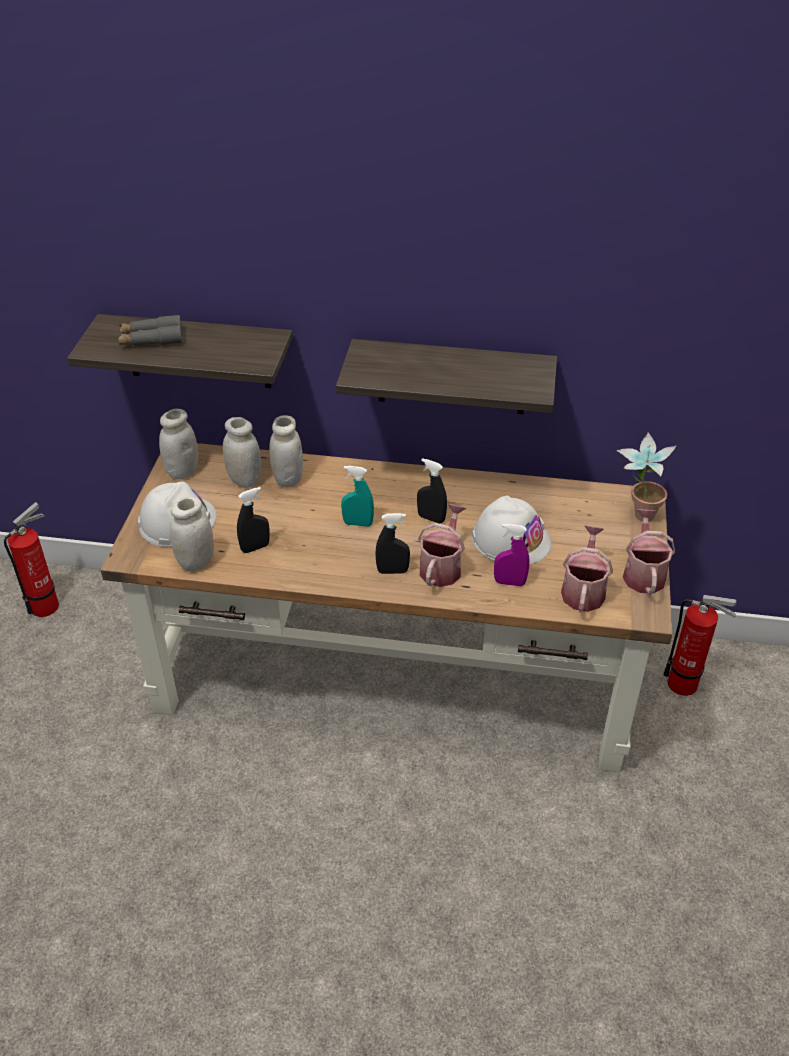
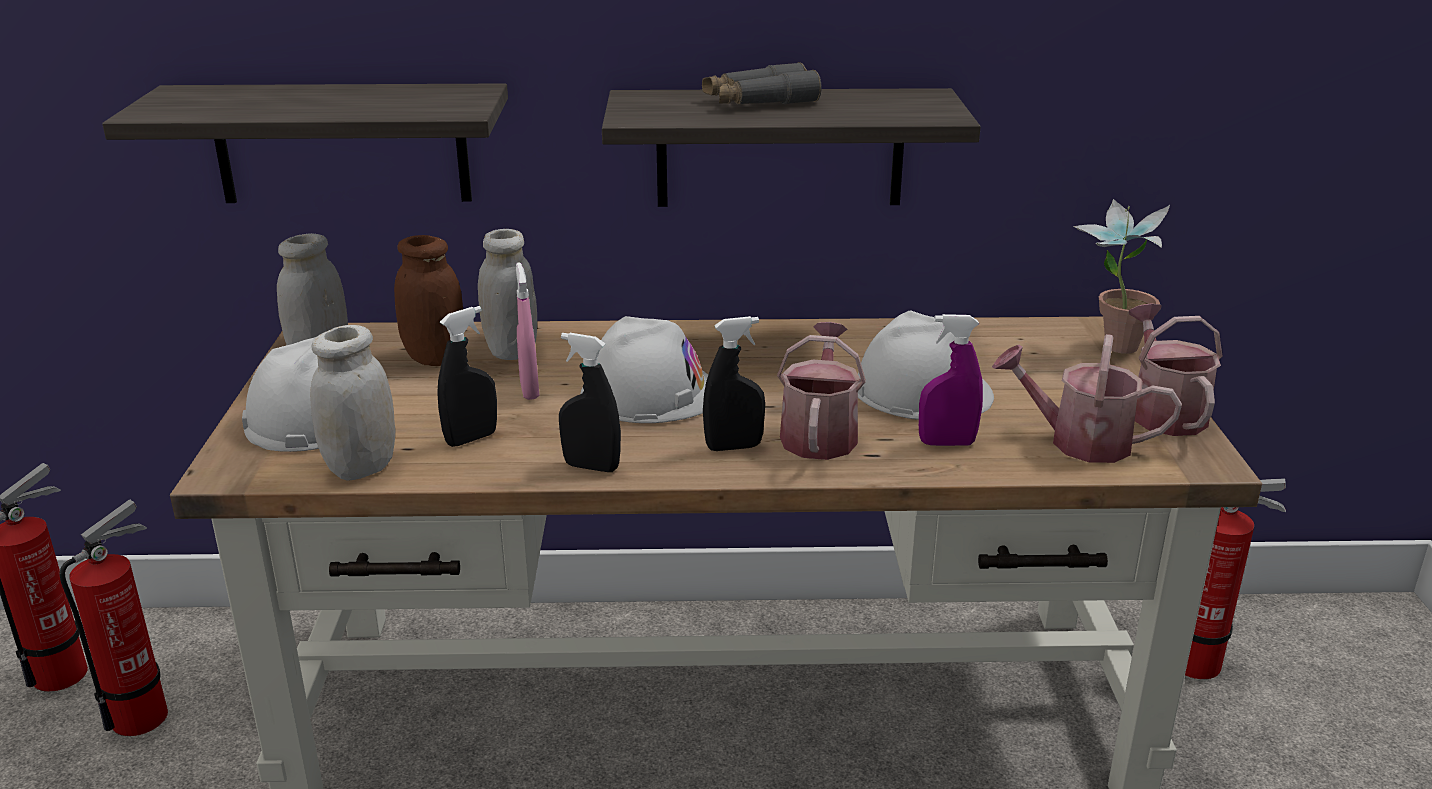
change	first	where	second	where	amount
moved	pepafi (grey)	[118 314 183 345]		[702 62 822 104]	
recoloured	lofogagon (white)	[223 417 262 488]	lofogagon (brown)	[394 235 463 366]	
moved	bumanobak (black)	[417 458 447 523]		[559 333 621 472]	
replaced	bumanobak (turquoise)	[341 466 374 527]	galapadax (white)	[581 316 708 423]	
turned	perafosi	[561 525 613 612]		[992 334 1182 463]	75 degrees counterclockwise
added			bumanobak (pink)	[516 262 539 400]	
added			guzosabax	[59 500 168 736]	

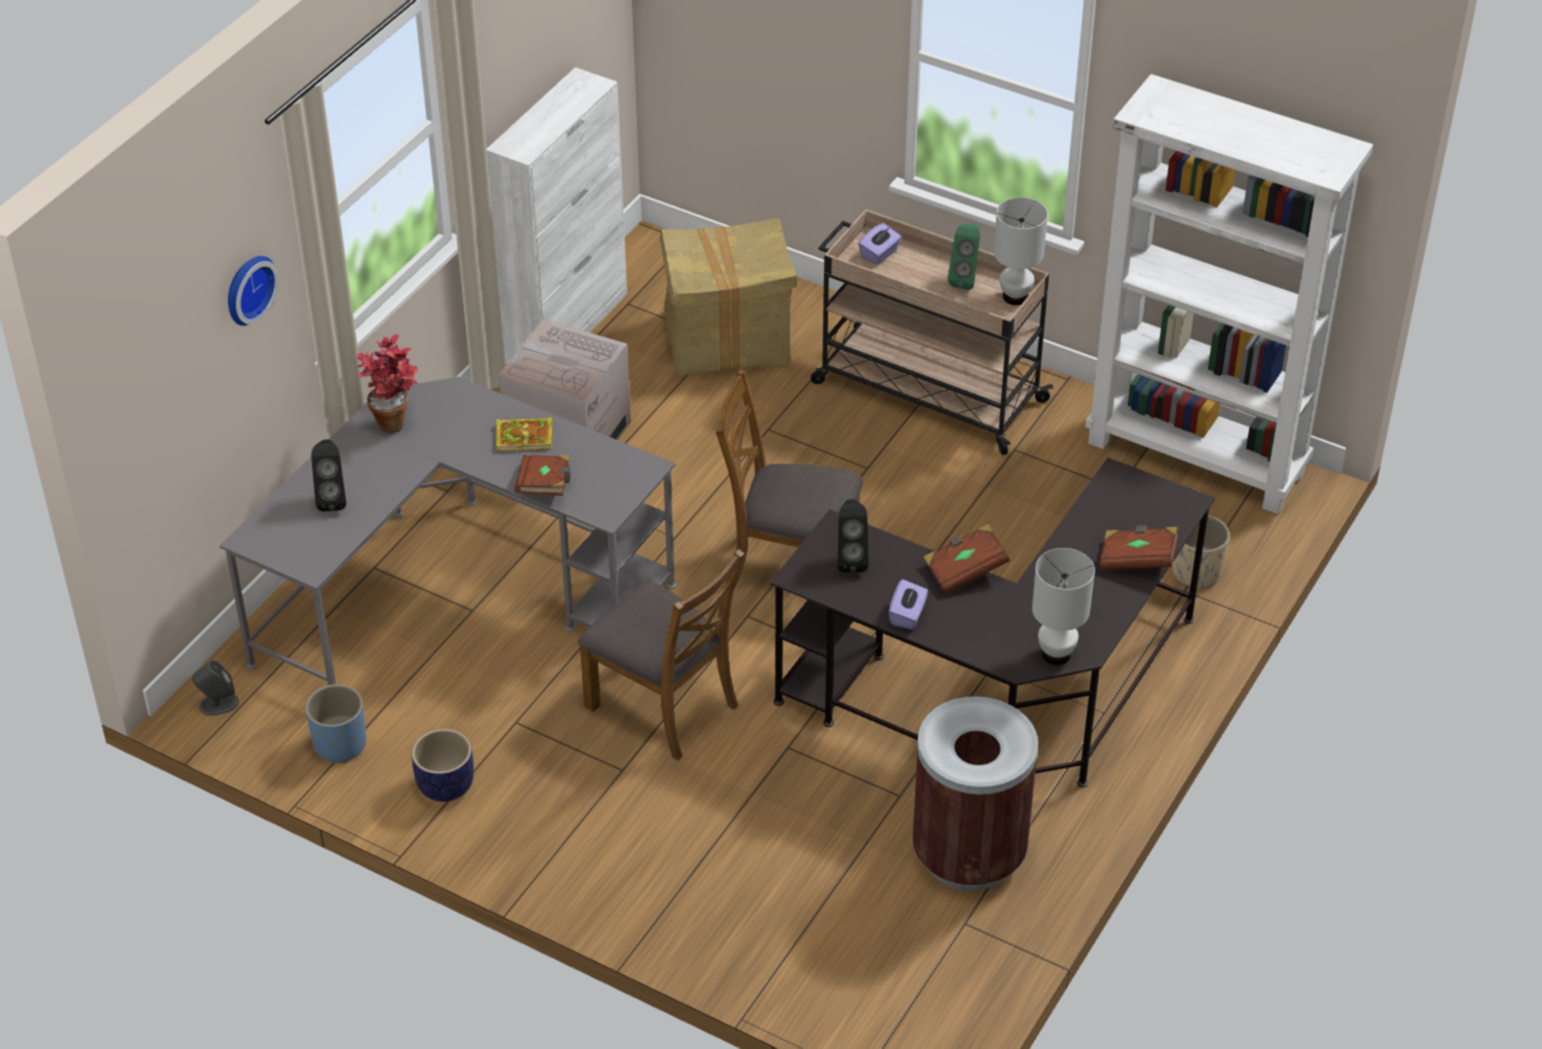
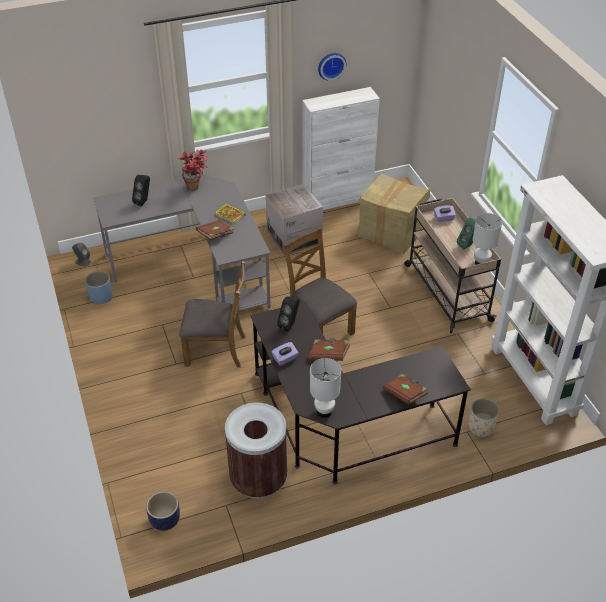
change	first	where	second	where	amount
moved	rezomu	[228 256 279 326]		[318 53 346 81]	
turned	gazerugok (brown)	[578 549 744 761]		[179 261 245 368]	75 degrees counterclockwise
moved	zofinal	[411 729 474 802]		[146 491 180 531]	

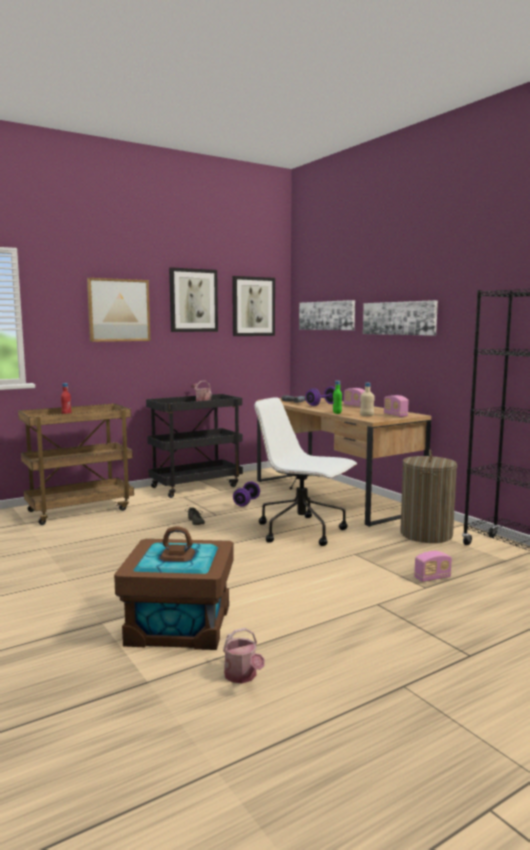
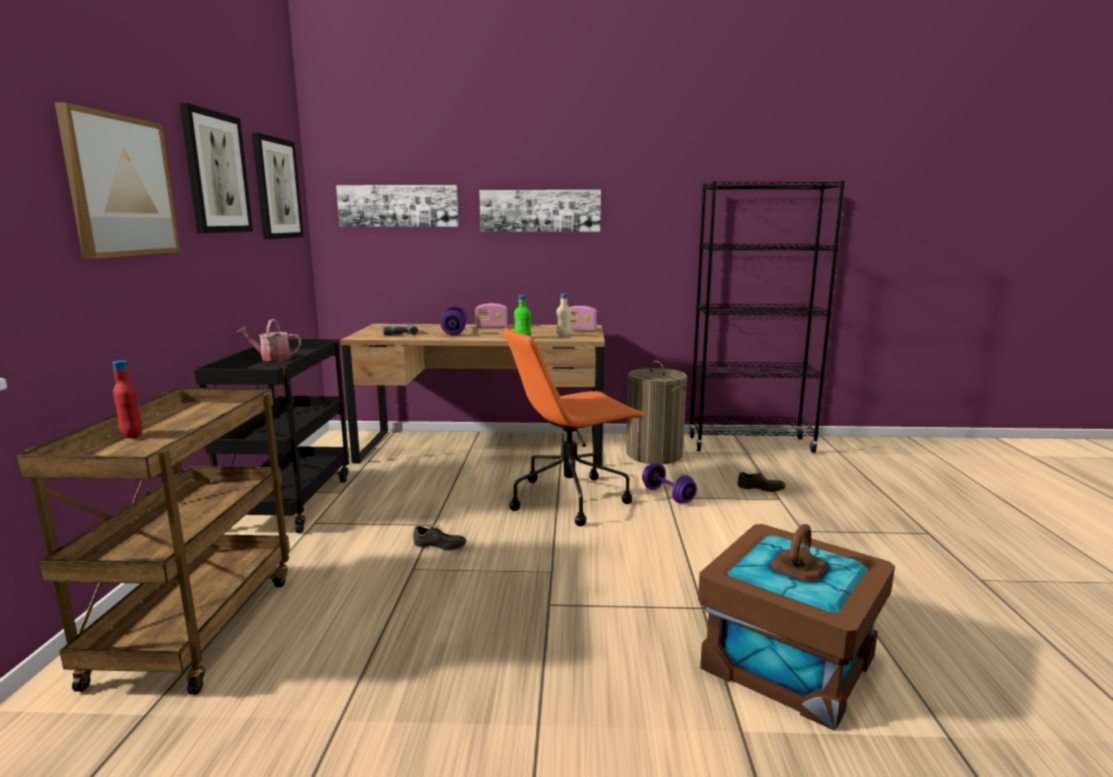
change	first	where	second	where	amount
recoloured	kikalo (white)	[254 397 357 546]	kikalo (orange)	[503 327 646 526]	
moved	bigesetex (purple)	[233 481 260 507]		[642 463 697 504]	
replaced	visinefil	[414 551 452 582]	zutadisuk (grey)	[738 471 786 492]	
removed	perafosi	[223 628 265 683]			

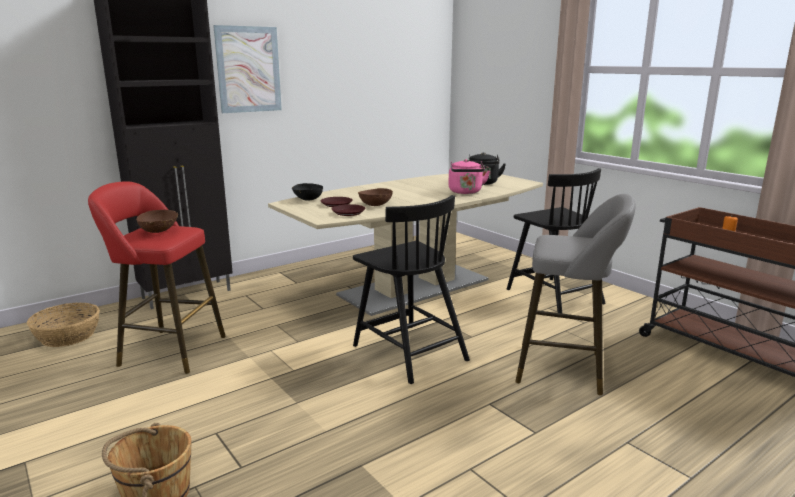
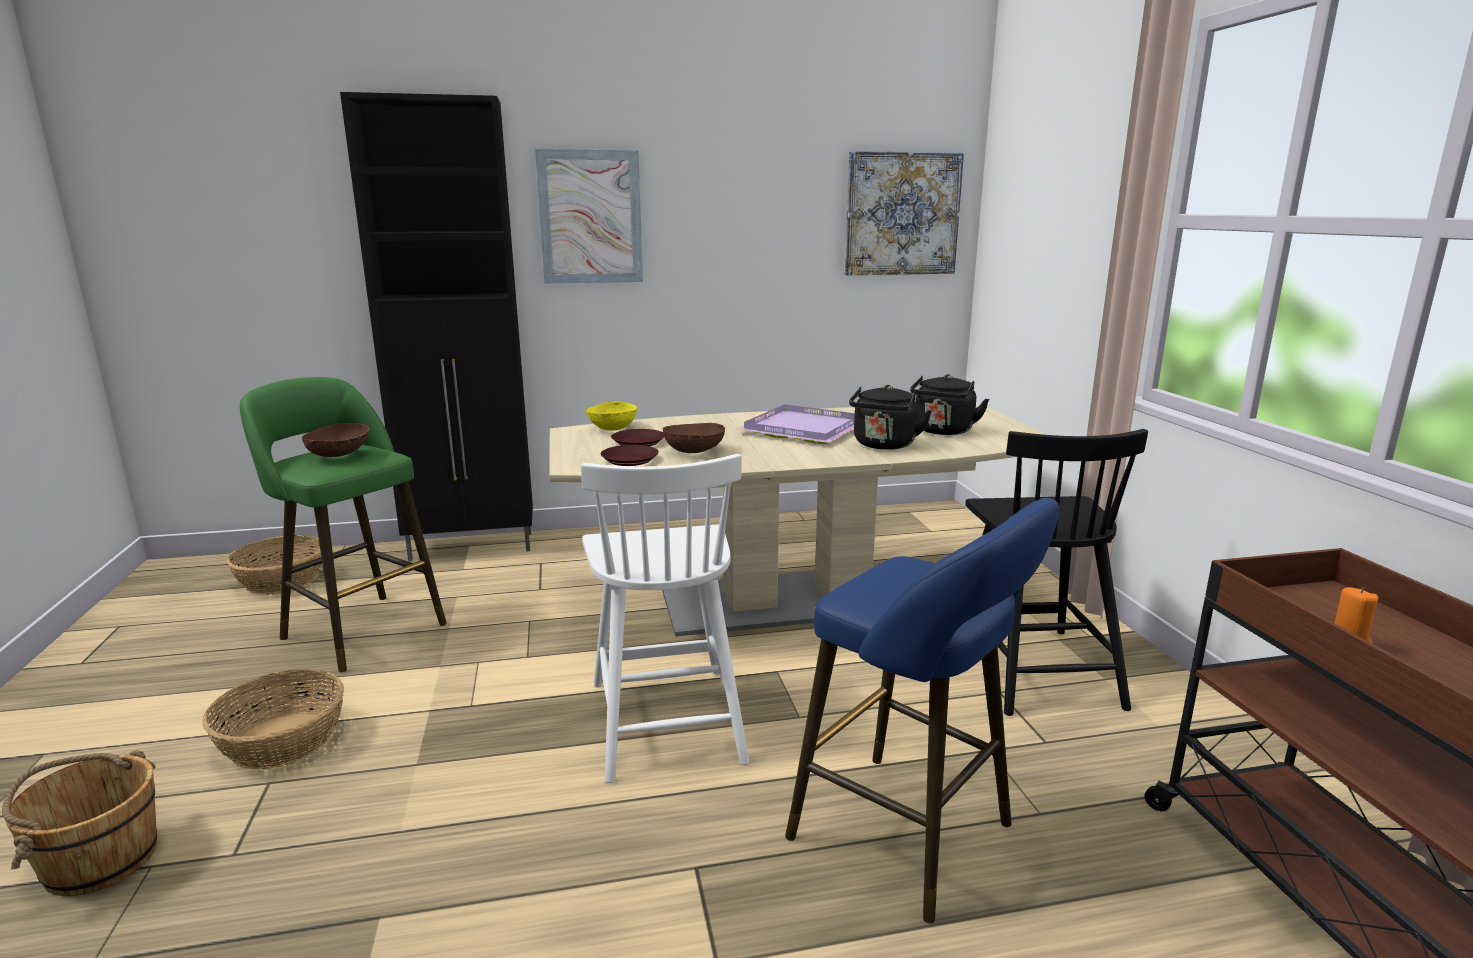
change	first	where	second	where	amount
recoloured	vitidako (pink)	[448 159 490 194]	vitidako (black)	[849 385 932 450]	
recoloured	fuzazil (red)	[88 181 226 374]	fuzazil (green)	[240 377 447 672]	
recoloured	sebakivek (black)	[292 183 323 201]	sebakivek (yellow)	[586 402 637 431]	
recoloured	fuzazil (grey)	[515 194 635 395]	fuzazil (blue)	[785 498 1059 923]	
recoloured	gazerugok (black)	[353 195 470 384]	gazerugok (white)	[581 454 749 783]	
added			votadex	[844 151 964 275]	
added			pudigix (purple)	[737 404 855 444]	
added			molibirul	[202 669 344 769]	

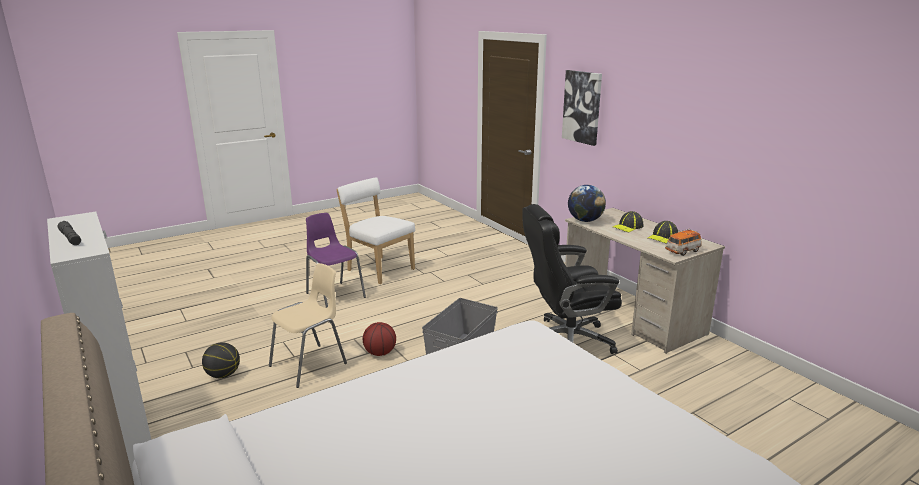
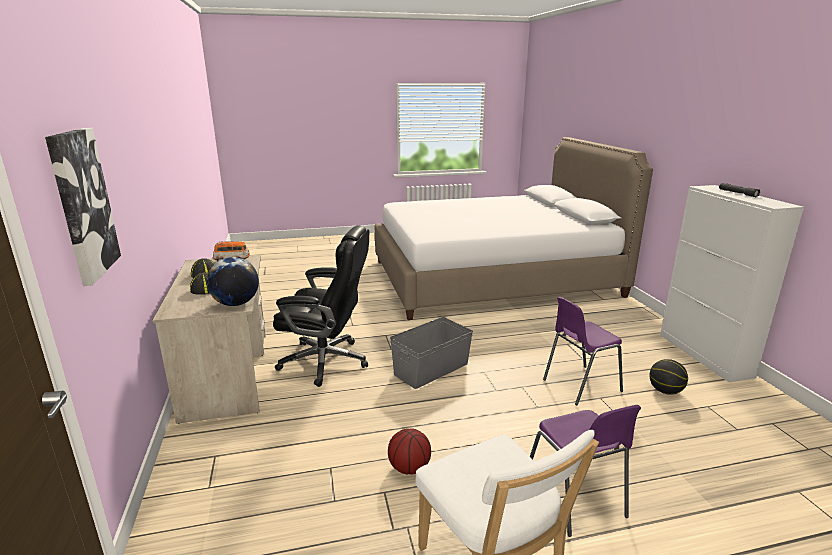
change	first	where	second	where	amount
recoloured	gazerugok (beige)	[269 263 347 388]	gazerugok (purple)	[543 297 623 405]	
moved	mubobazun	[363 322 396 356]		[388 428 431 475]	

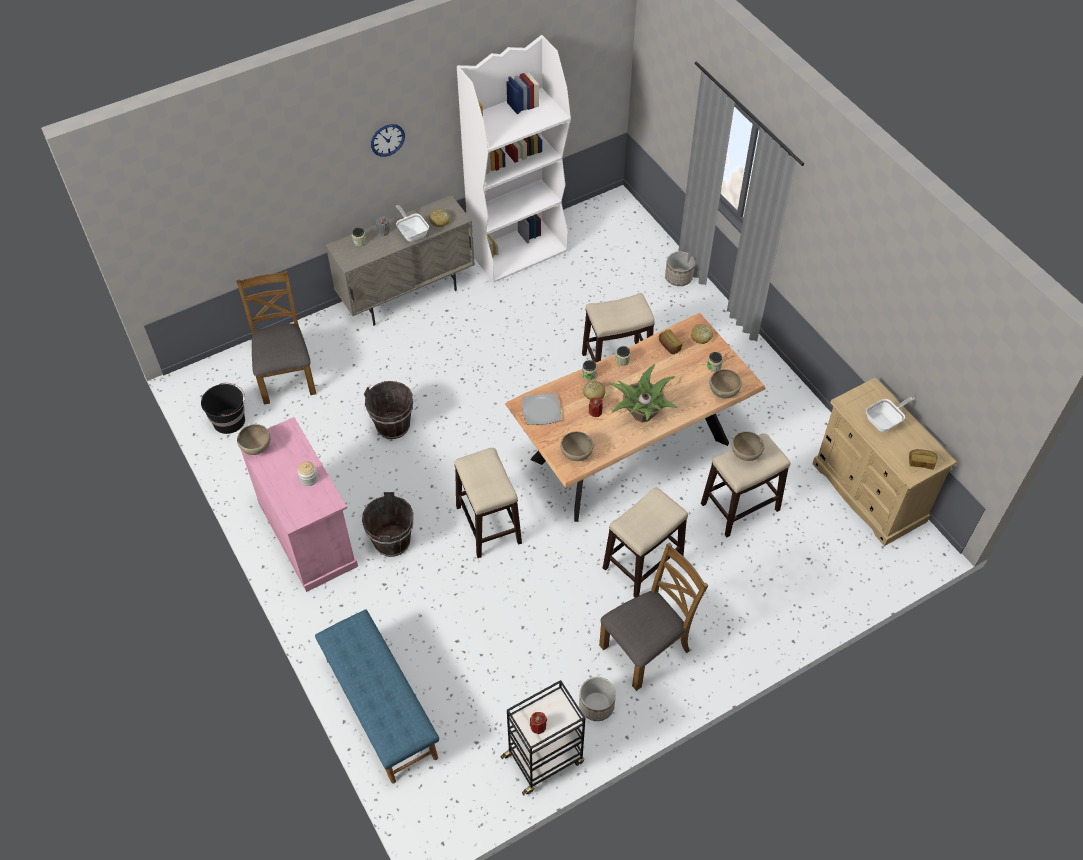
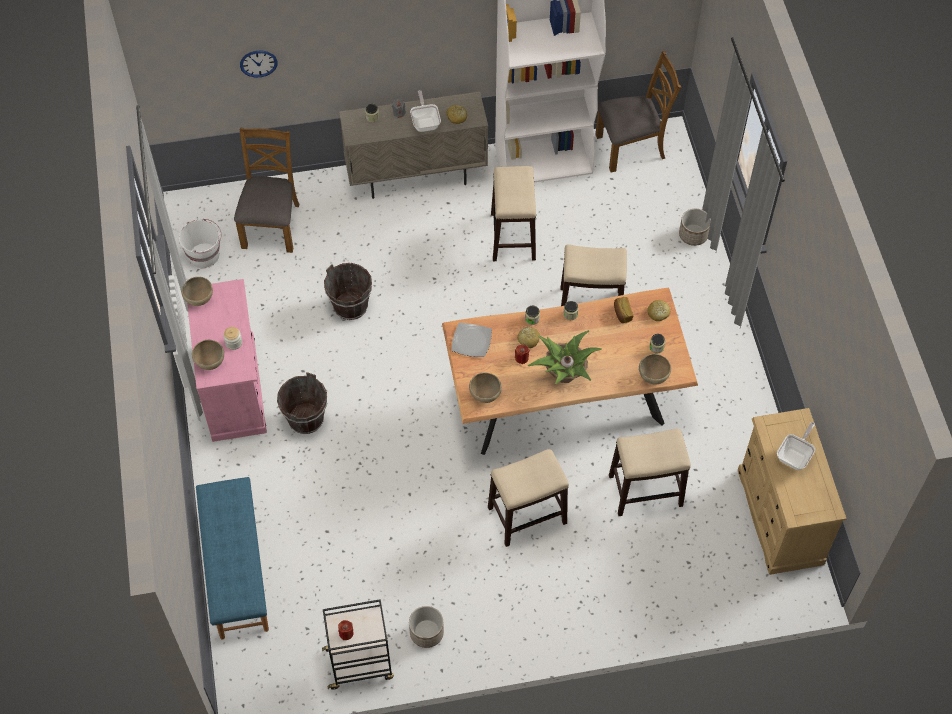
change	first	where	second	where	amount
moved	rezomu	[371 124 405 157]		[240 51 278 77]	
recoloured	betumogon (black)	[201 383 245 434]	betumogon (white)	[179 219 221 268]	
turned	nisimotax	[866 397 915 432]		[777 422 815 470]	45 degrees counterclockwise
moved	sebakivek (brown)	[731 431 764 461]		[192 340 224 370]	
moved	fuzazil	[455 448 522 558]		[491 166 536 261]	
removed	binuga	[909 449 937 470]			
moved	gazerugok (brown)	[599 543 708 691]		[596 51 681 172]	

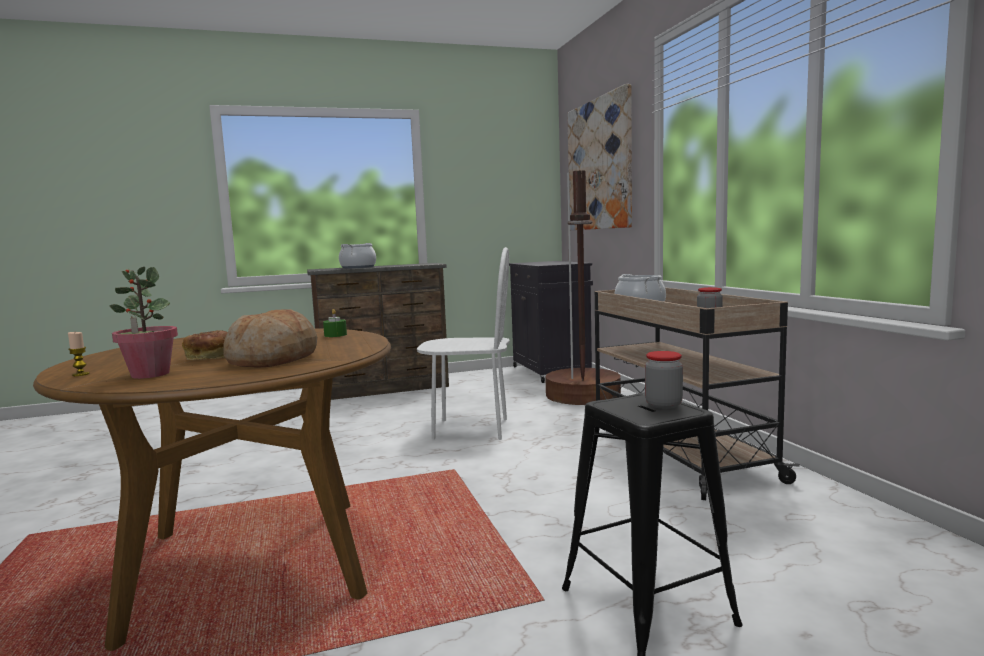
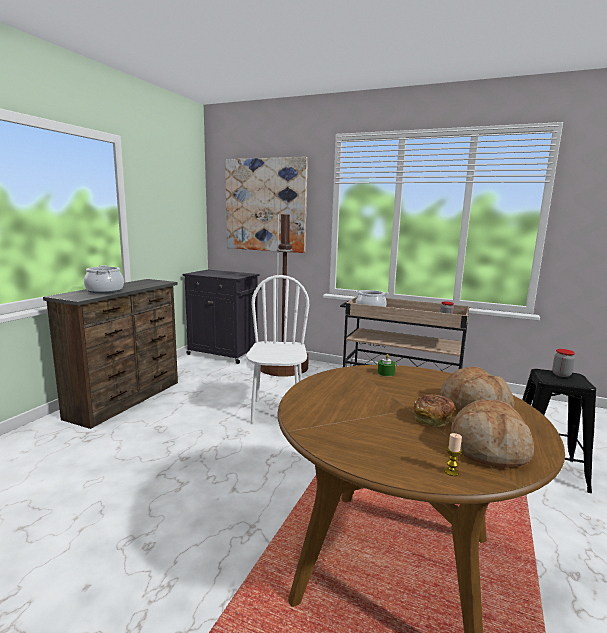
change	first	where	second	where	amount
turned	gazerugok (white)	[417 247 510 440]		[246 275 309 424]	45 degrees counterclockwise
replaced	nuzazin	[110 267 178 379]	binuga	[451 399 534 468]	

